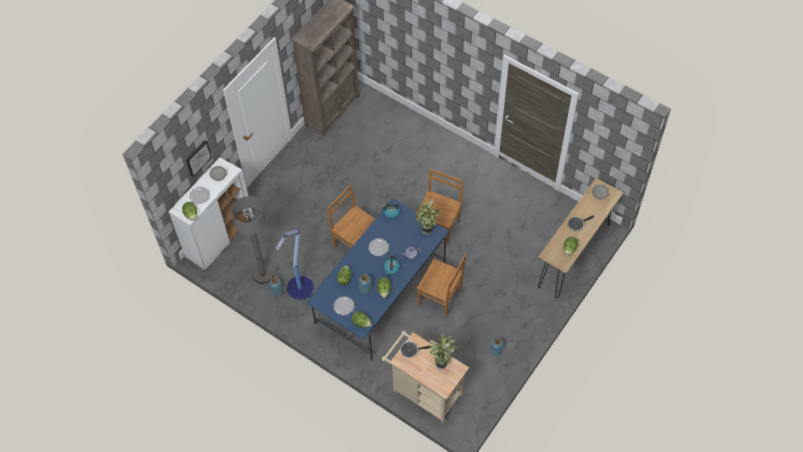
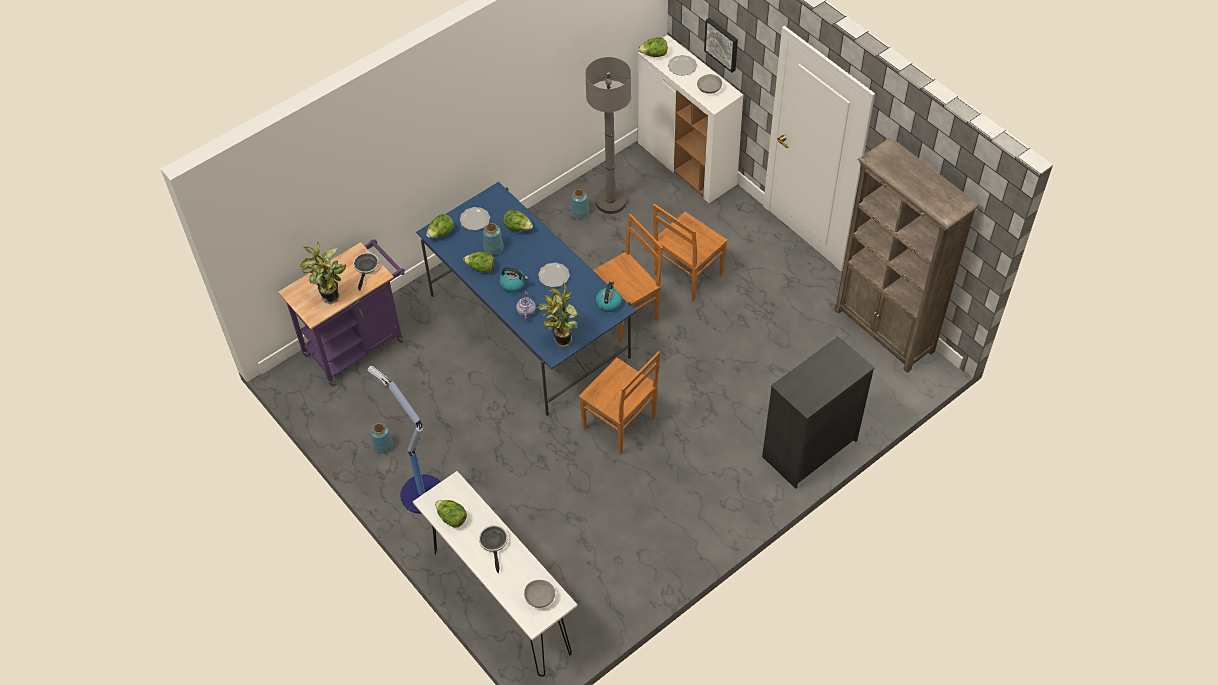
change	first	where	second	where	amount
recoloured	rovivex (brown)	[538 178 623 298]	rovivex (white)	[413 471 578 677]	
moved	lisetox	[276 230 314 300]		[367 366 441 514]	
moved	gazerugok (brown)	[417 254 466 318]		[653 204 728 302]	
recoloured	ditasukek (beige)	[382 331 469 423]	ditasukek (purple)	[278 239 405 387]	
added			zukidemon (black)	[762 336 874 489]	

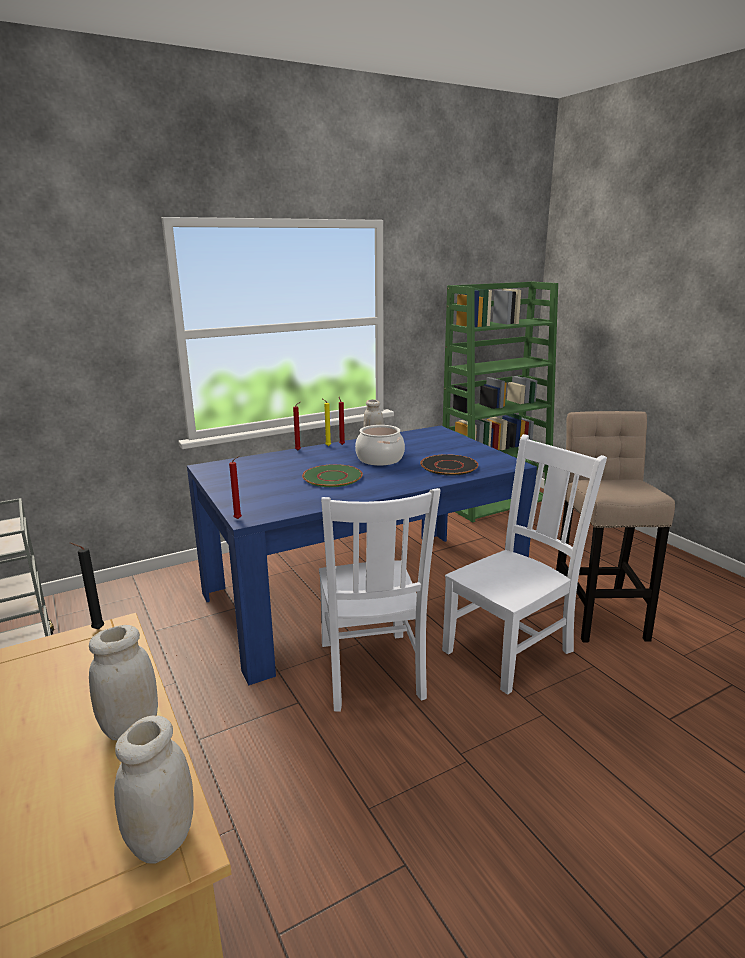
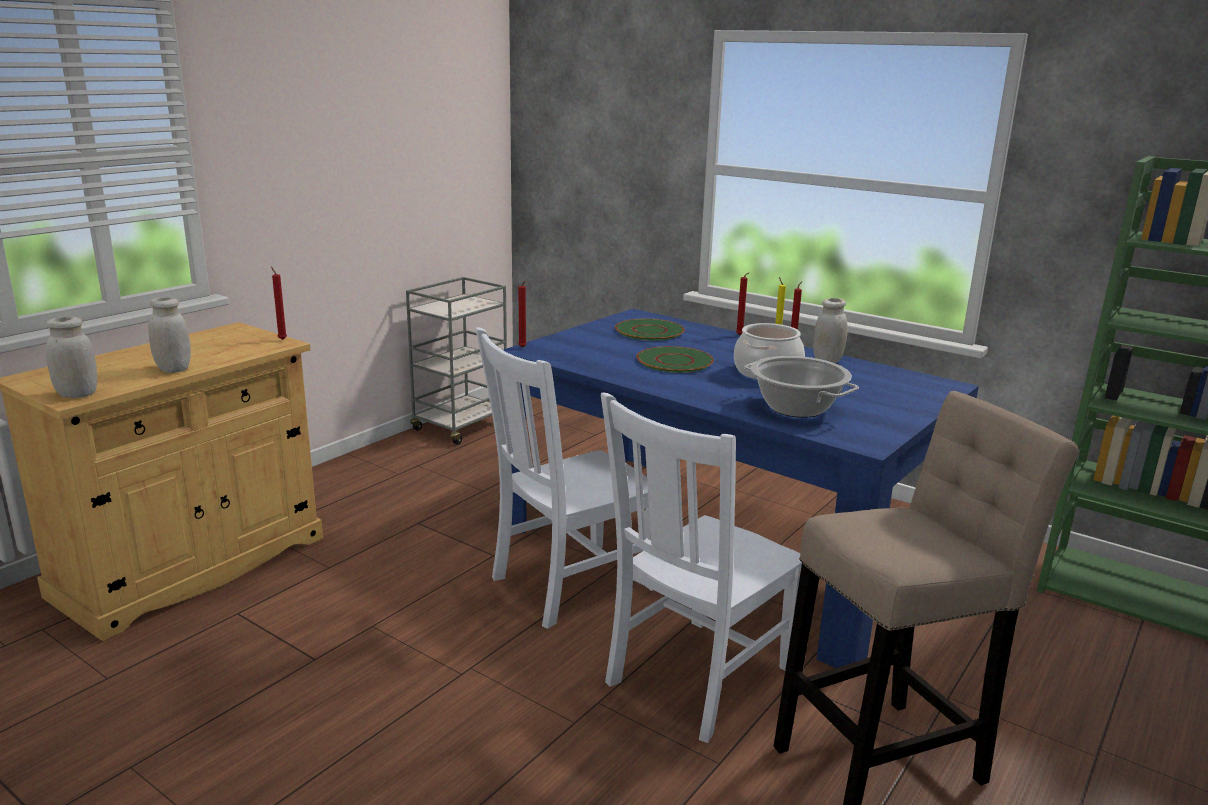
change	first	where	second	where	amount
turned	gazerugok (white)	[442 434 607 695]		[601 393 802 743]	105 degrees clockwise
replaced	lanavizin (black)	[420 454 478 476]	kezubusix	[744 356 859 418]	
recoloured	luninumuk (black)	[70 543 104 629]	luninumuk (red)	[271 266 287 340]	
added			lanavizin (green)	[615 319 685 341]	

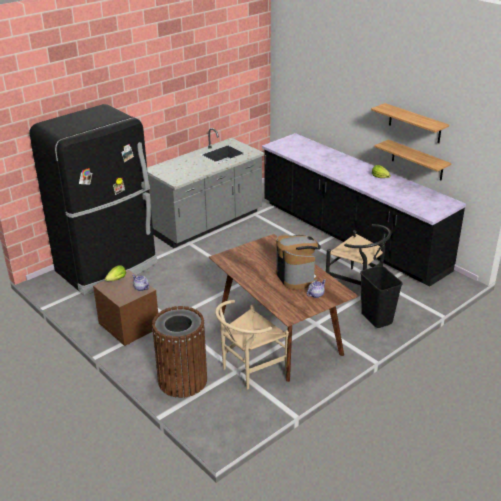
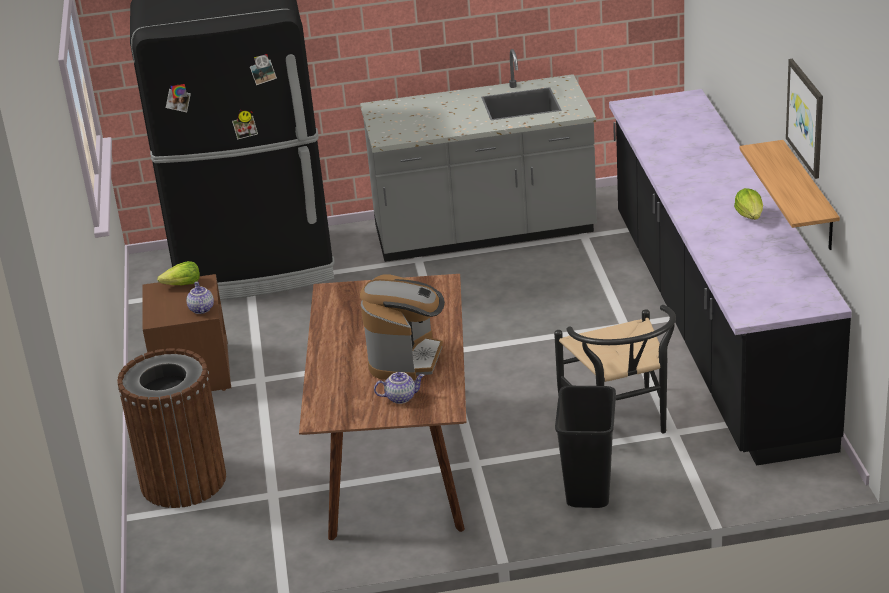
change	first	where	second	where	amount
replaced	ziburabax	[371 103 449 143]	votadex	[786 59 823 179]	
removed	gazerugok (beige)	[215 300 289 389]			

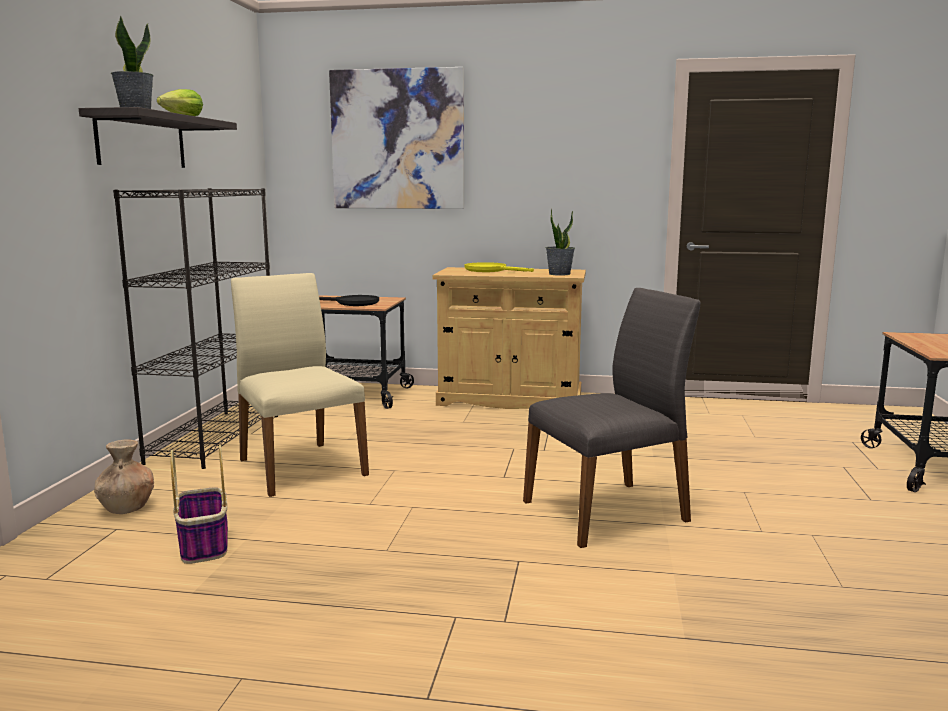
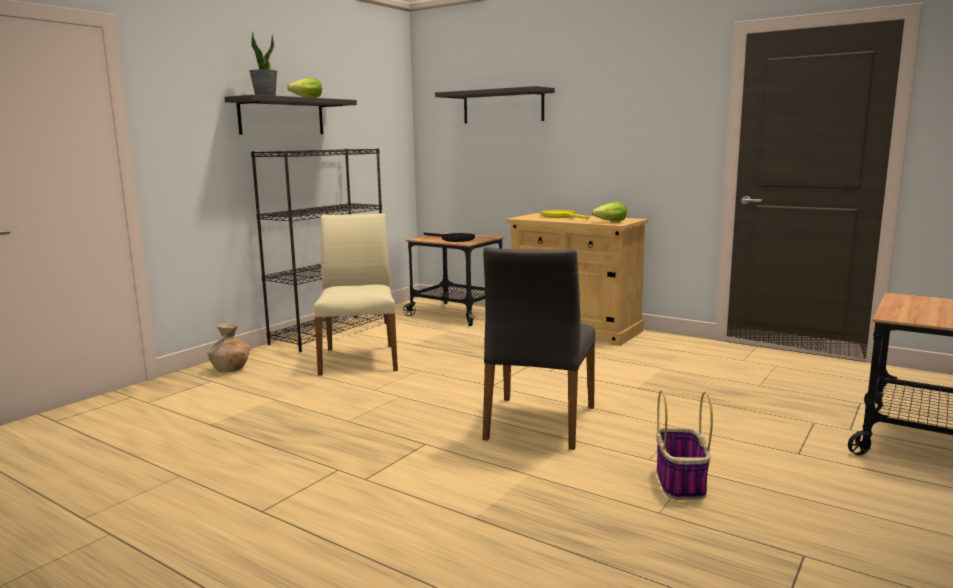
change	first	where	second	where	amount
replaced	votadex	[329 67 464 209]	ziburabax	[435 86 555 123]	
replaced	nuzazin	[546 209 575 275]	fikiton	[592 202 627 222]	
turned	gazerugok (grey)	[523 288 701 548]		[483 247 595 450]	105 degrees clockwise
moved	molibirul	[170 445 228 564]		[656 390 713 500]	

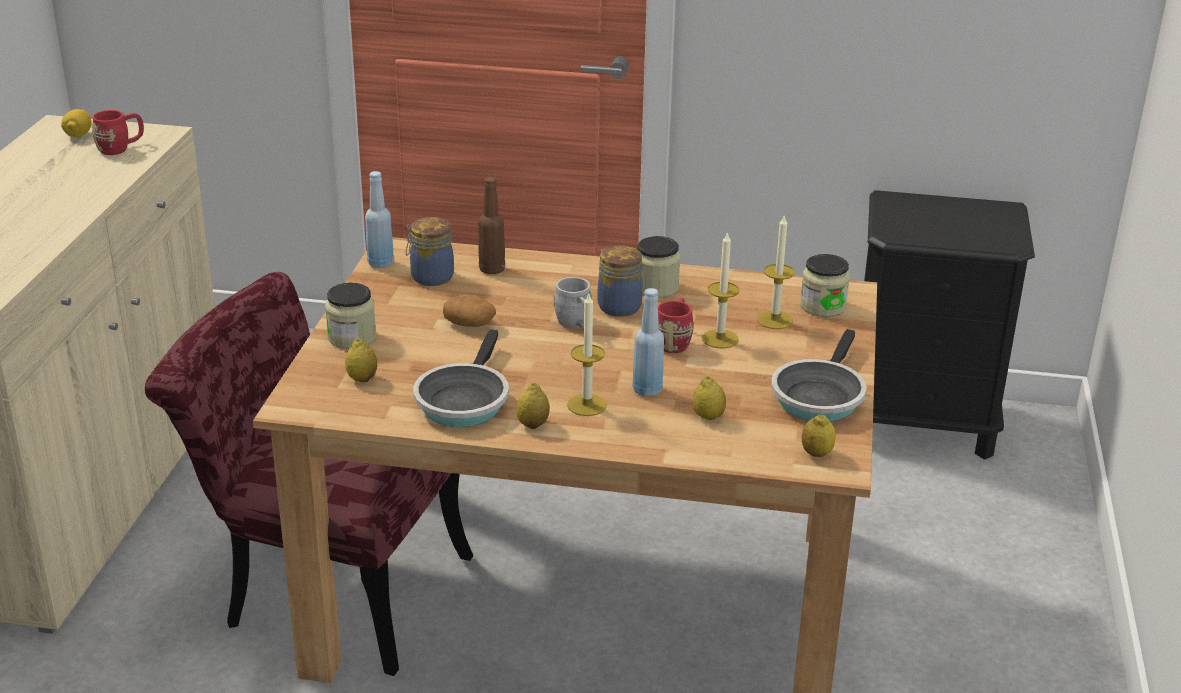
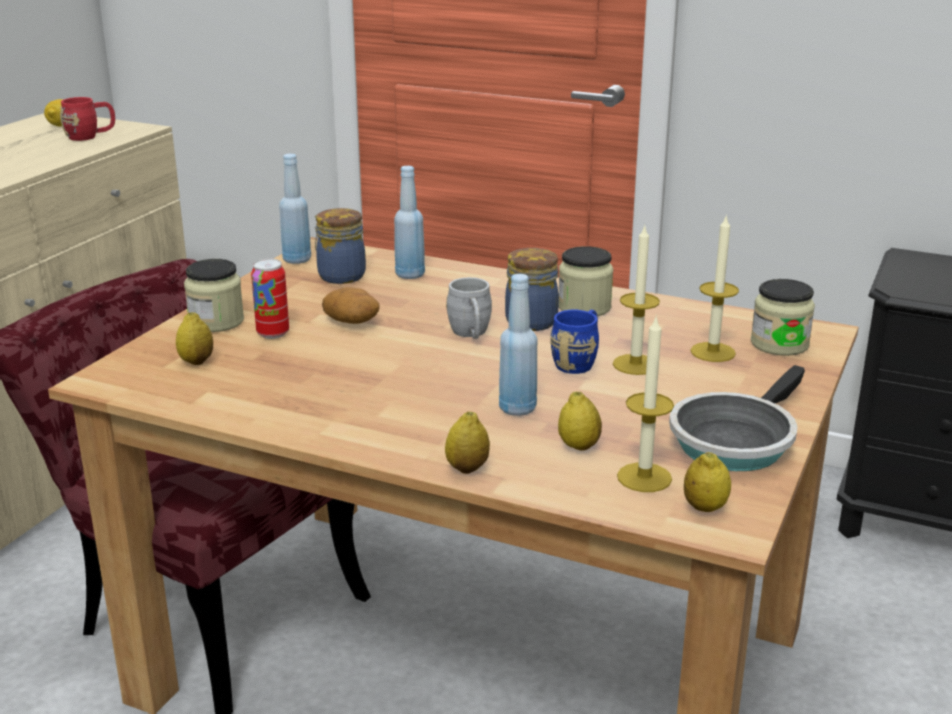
change	first	where	second	where	amount
recoloured	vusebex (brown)	[478 177 505 274]	vusebex (blue)	[394 166 425 279]	
moved	luninumuk	[567 294 607 416]		[617 315 674 492]	
recoloured	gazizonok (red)	[658 298 694 353]	gazizonok (blue)	[550 309 599 374]	
removed	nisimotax	[413 329 509 427]			
moved	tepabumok	[517 383 550 429]		[445 411 490 474]	
added			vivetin	[251 259 289 339]	

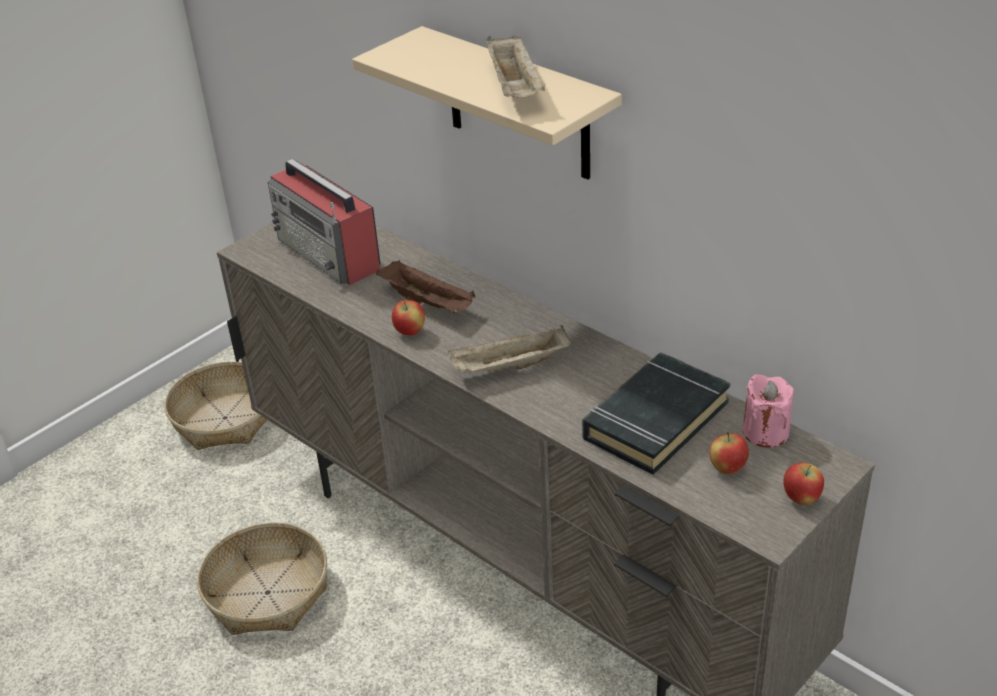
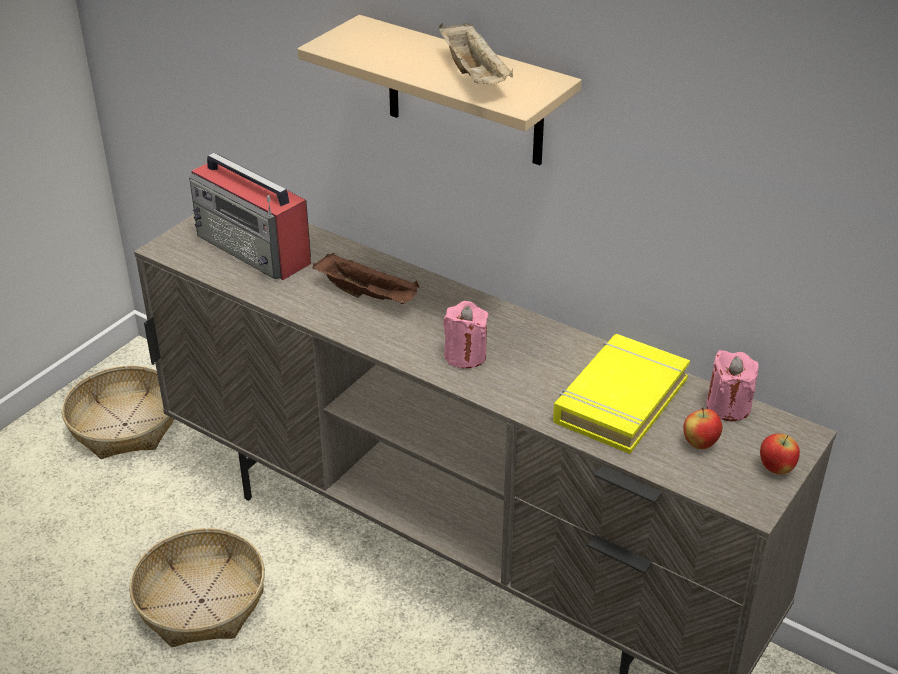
change	first	where	second	where	amount
removed	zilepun	[392 300 425 336]			
replaced	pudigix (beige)	[448 325 571 374]	luninumuk (pink)	[443 301 489 369]	
recoloured	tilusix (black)	[582 353 731 475]	tilusix (yellow)	[553 334 690 454]	

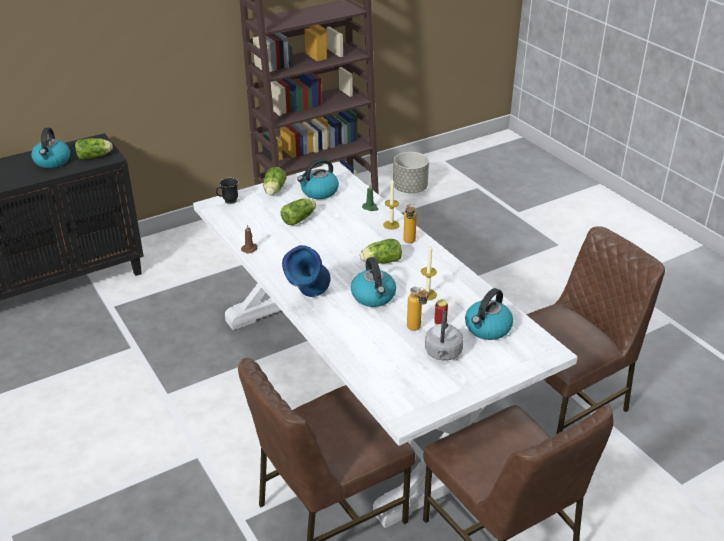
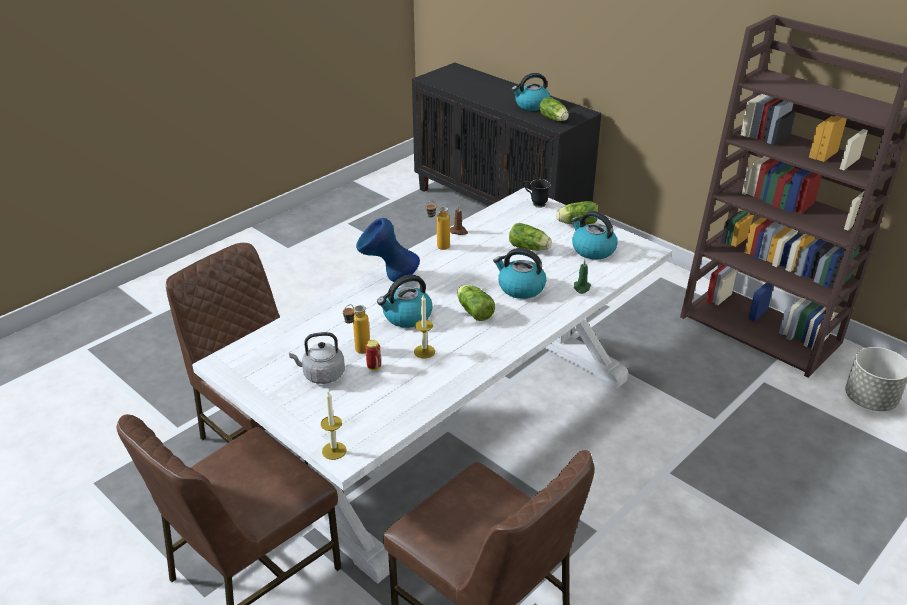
change	first	where	second	where	amount
moved	luninumuk	[383 178 400 230]		[321 391 347 460]	
moved	vusebex	[403 203 417 243]		[425 201 450 250]	
moved	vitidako	[465 288 513 340]		[493 248 546 299]	

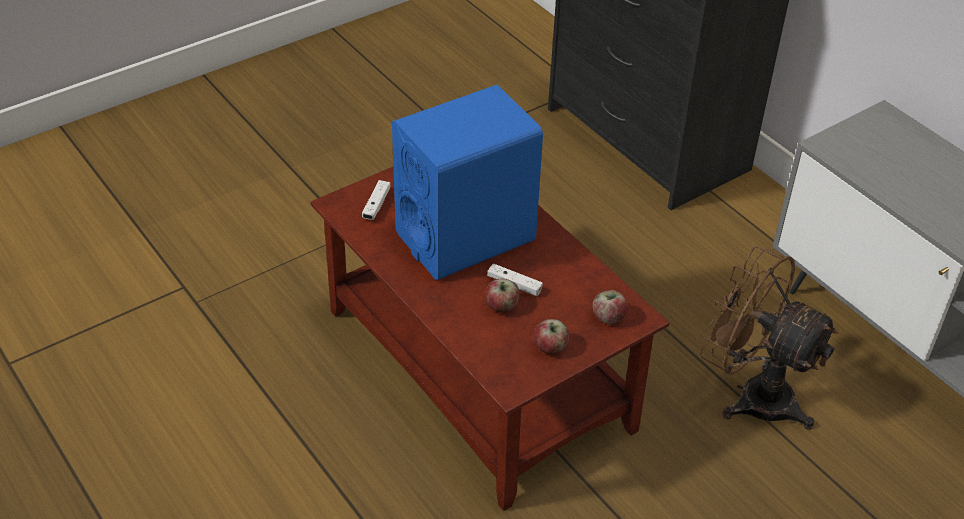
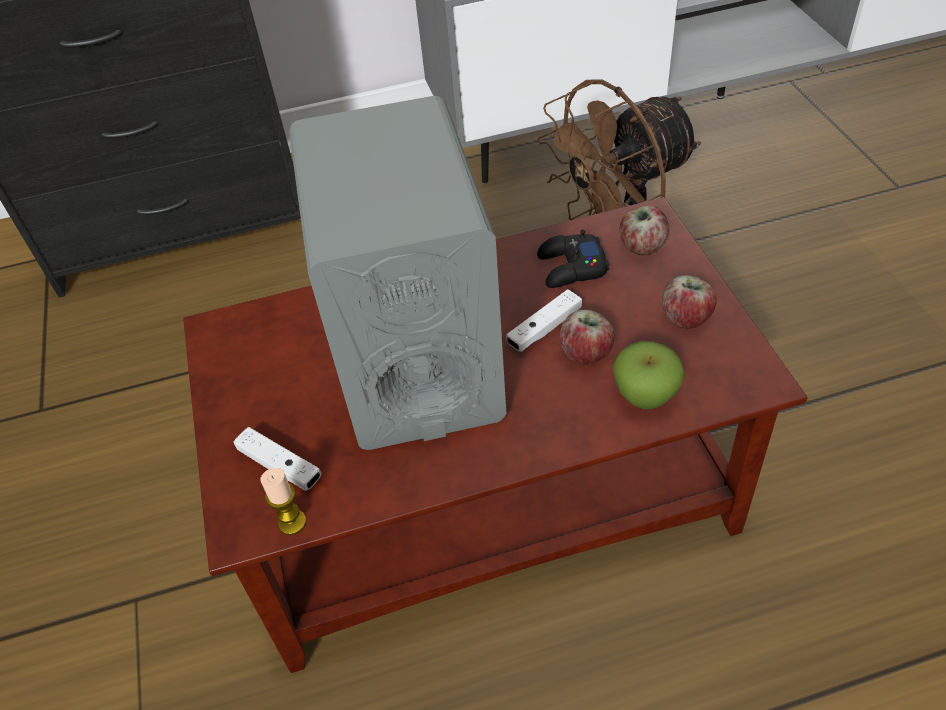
change	first	where	second	where	amount
recoloured	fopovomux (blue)	[392 85 543 280]	fopovomux (grey)	[289 96 506 450]	
added			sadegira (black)	[537 230 609 288]	
added			zilepun	[613 341 685 409]	
added			luninumuk	[261 468 306 535]	

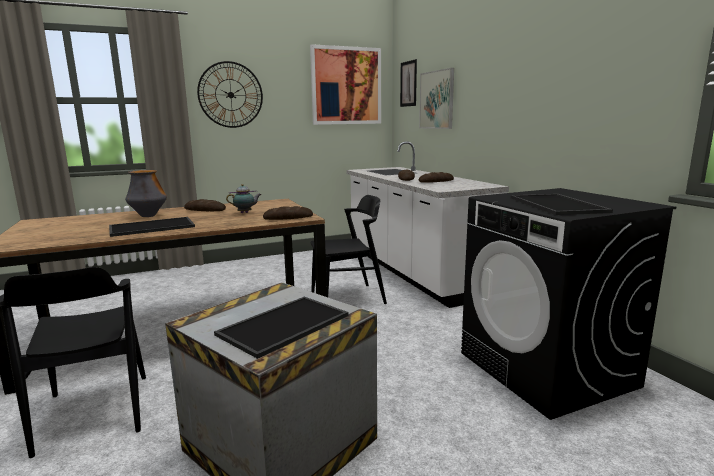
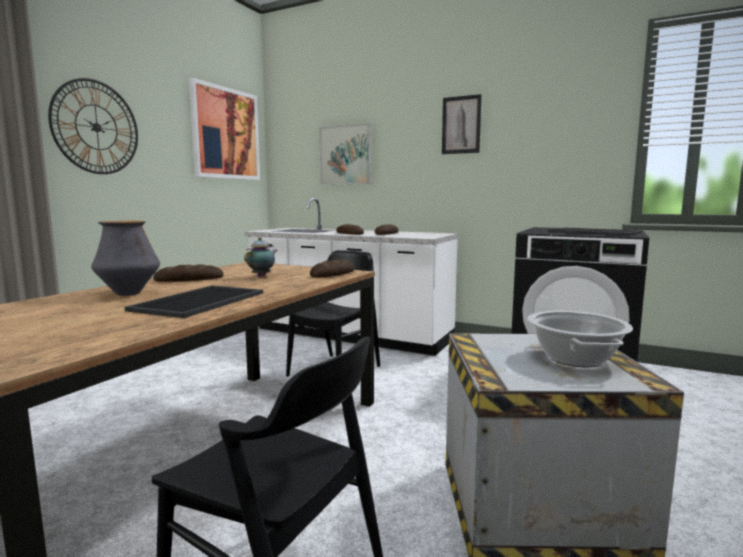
change	first	where	second	where	amount
moved	votadex	[400 59 417 107]		[442 94 482 154]	
replaced	pudigix	[214 296 349 359]	kezubusix	[528 311 633 367]	

